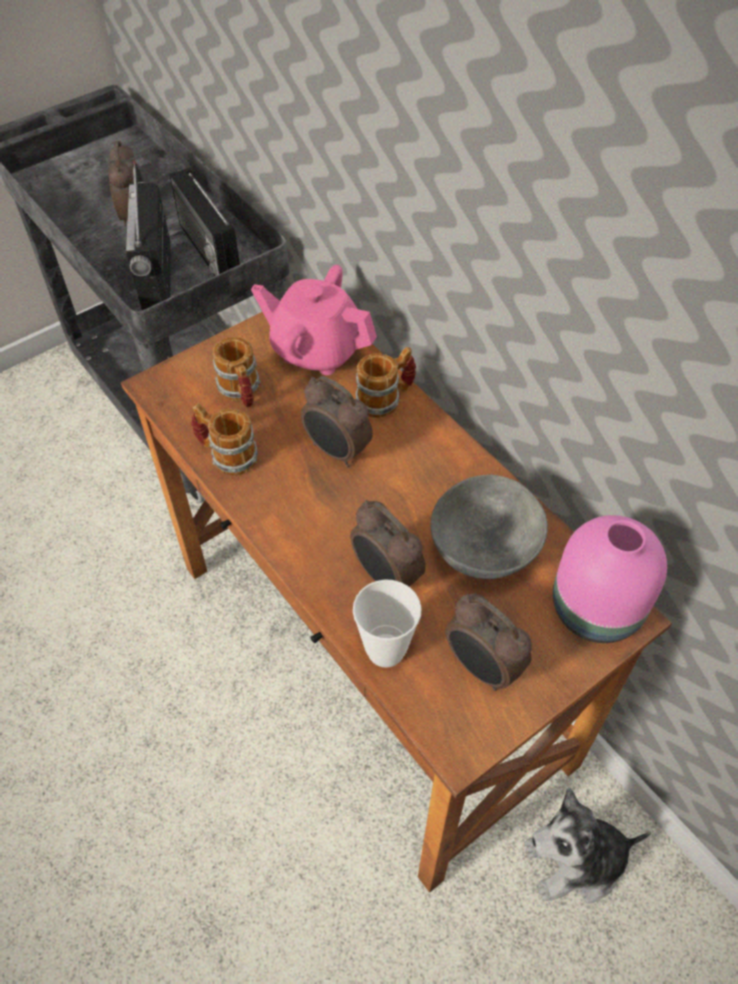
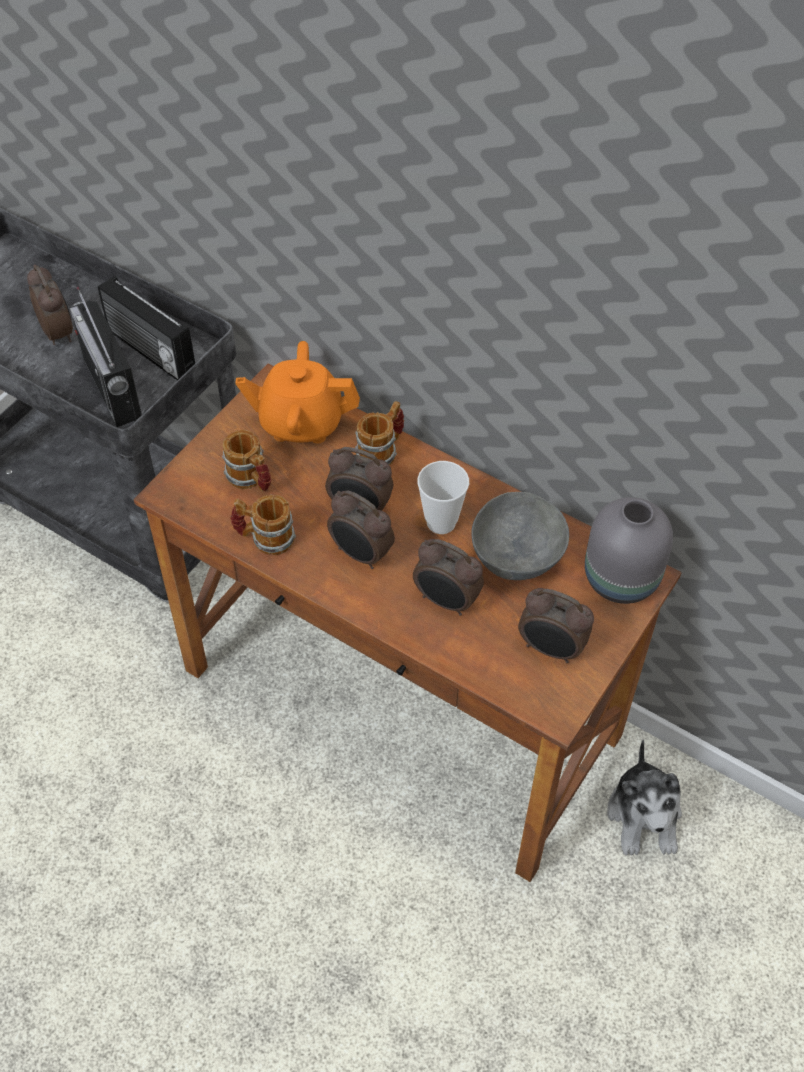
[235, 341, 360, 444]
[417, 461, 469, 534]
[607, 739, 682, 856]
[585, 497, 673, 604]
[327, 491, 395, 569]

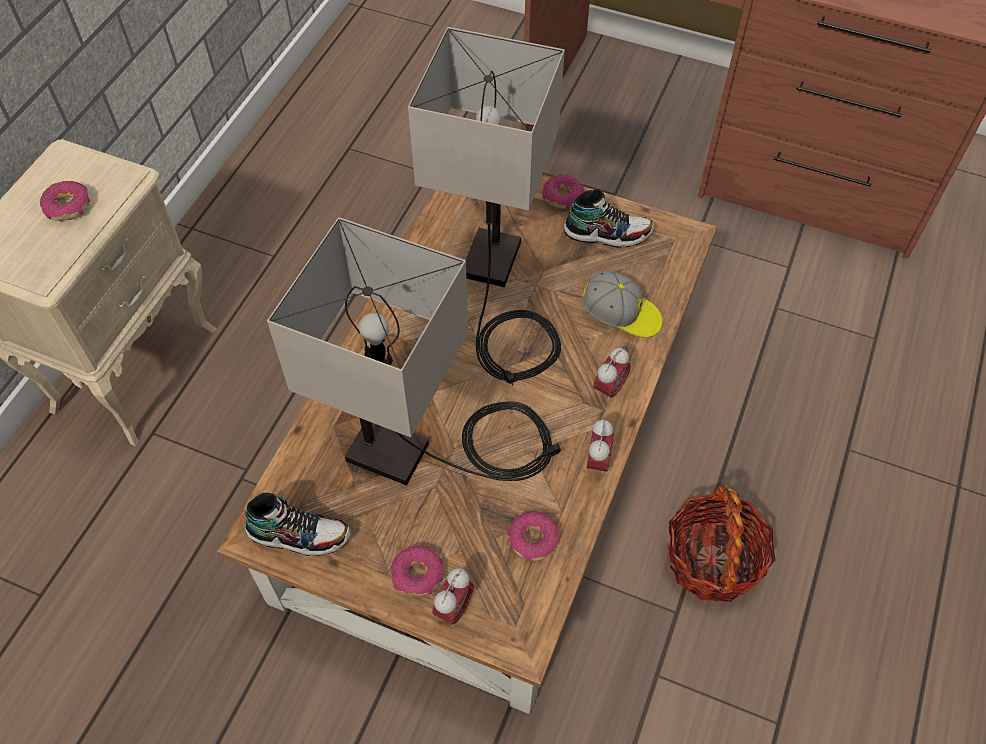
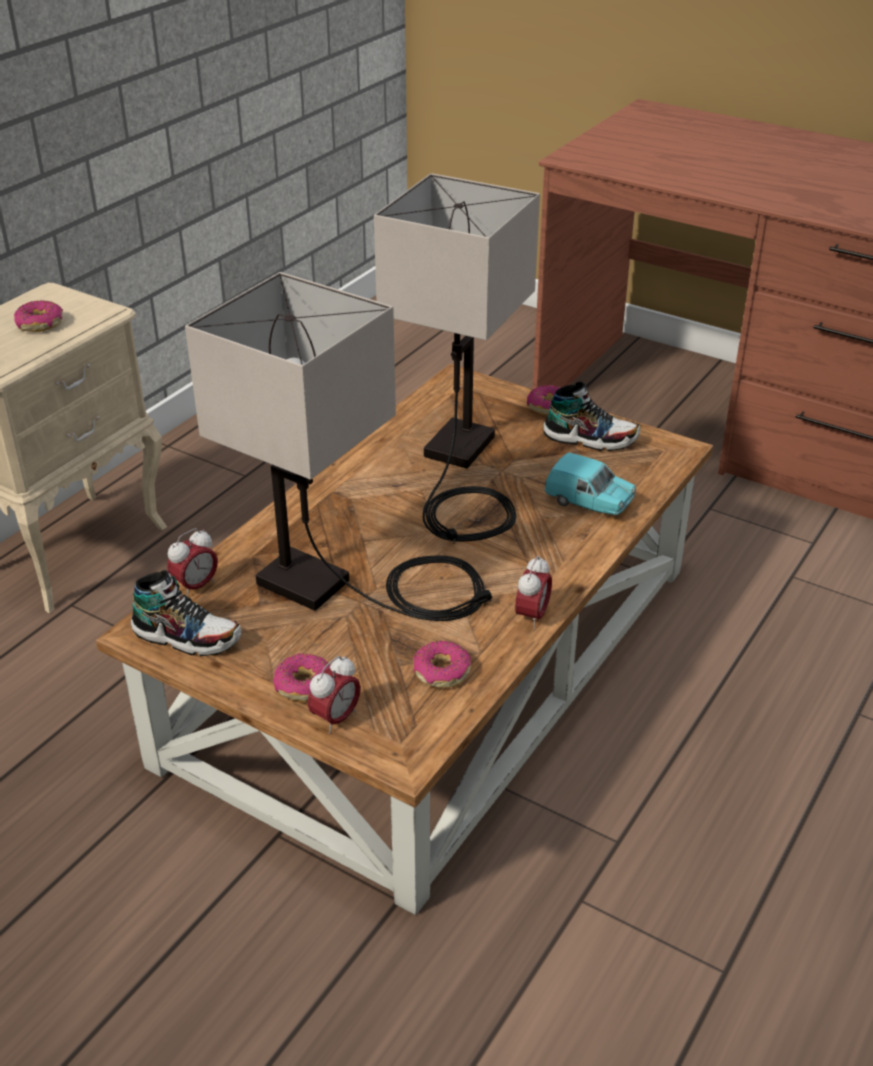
[545, 452, 636, 515]
[167, 528, 218, 597]
[667, 485, 776, 602] (first image)

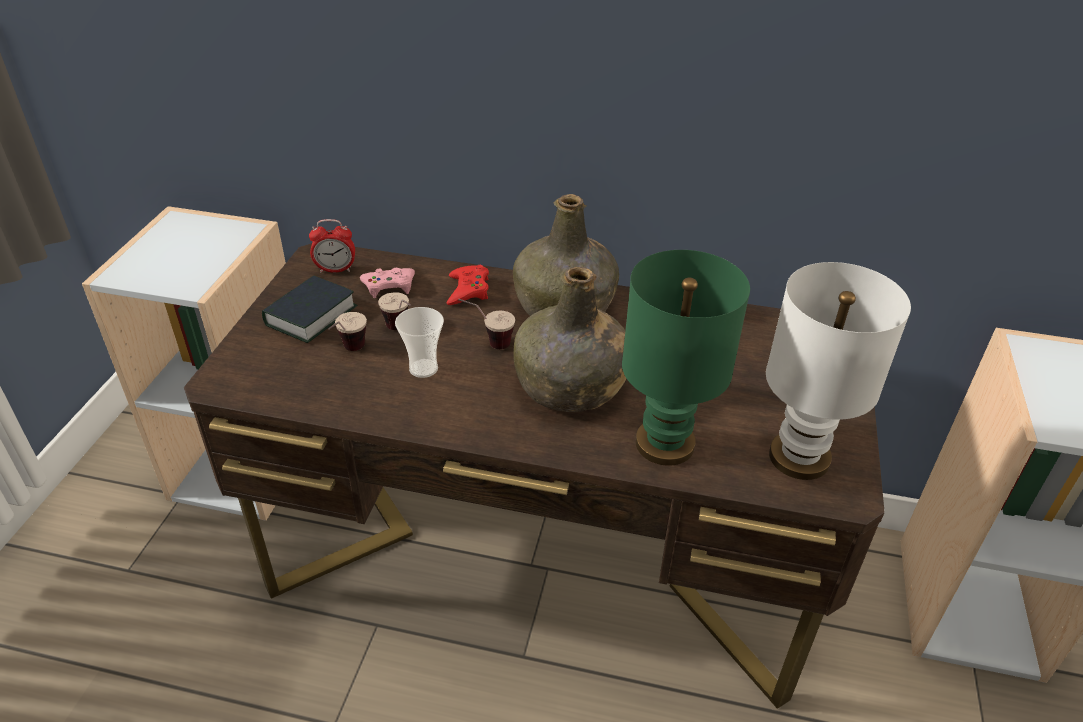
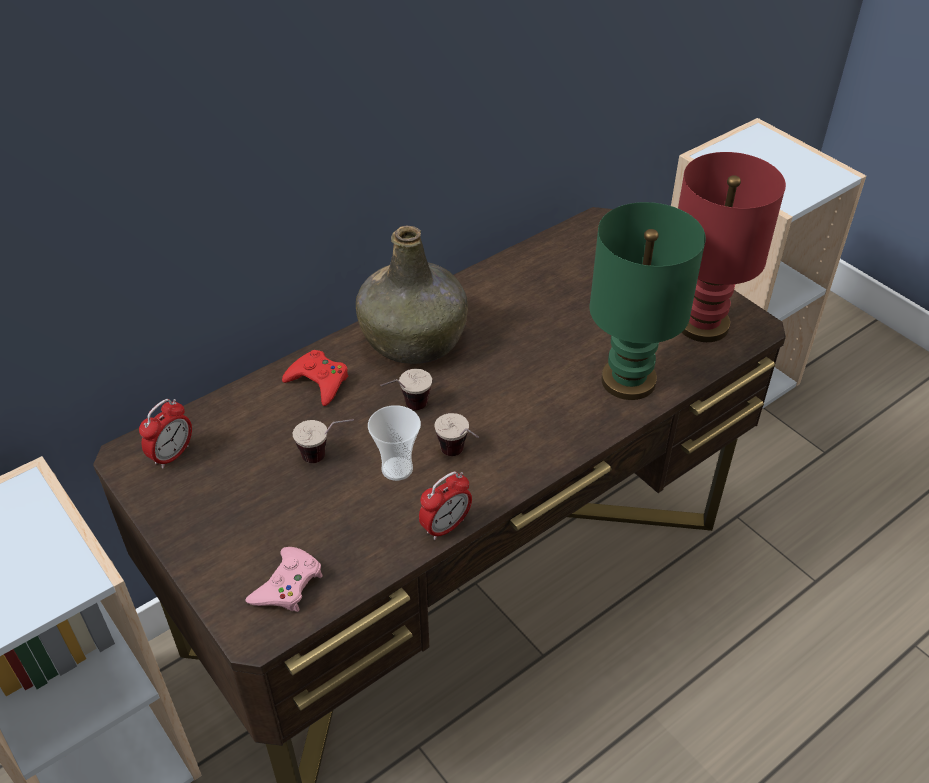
[262, 275, 358, 343] (first image)
[434, 413, 479, 456]
[245, 547, 323, 612]
[513, 267, 627, 412] (first image)
[678, 152, 786, 342]
[419, 471, 472, 540]

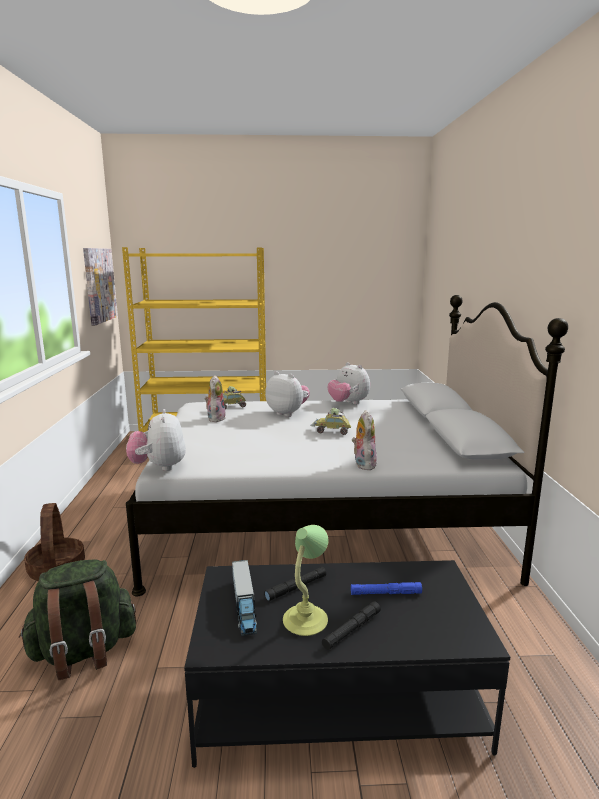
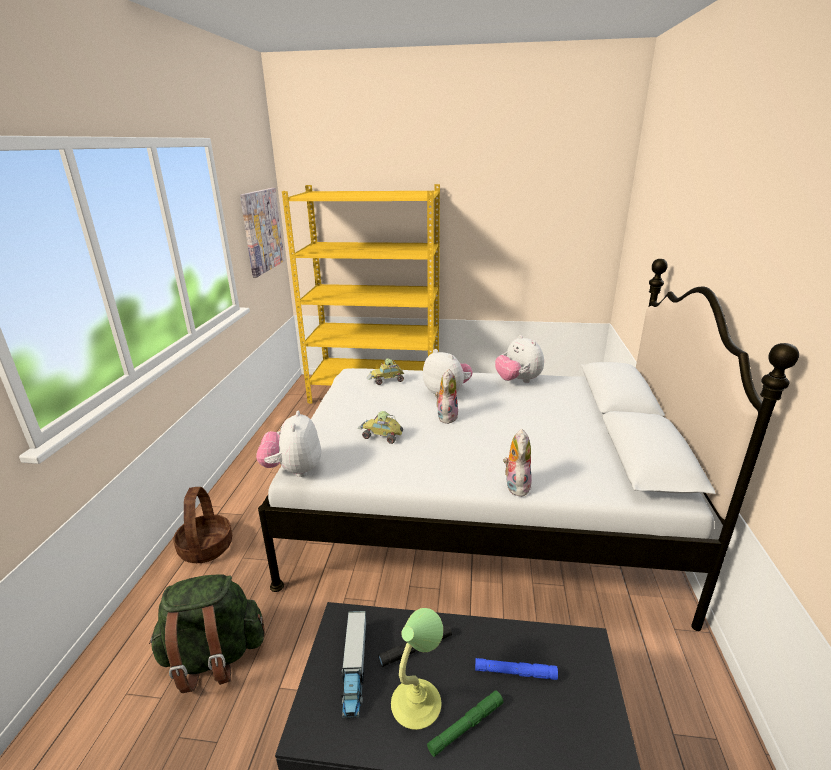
[435, 369, 458, 424]
[358, 411, 403, 444]
[427, 690, 503, 757]

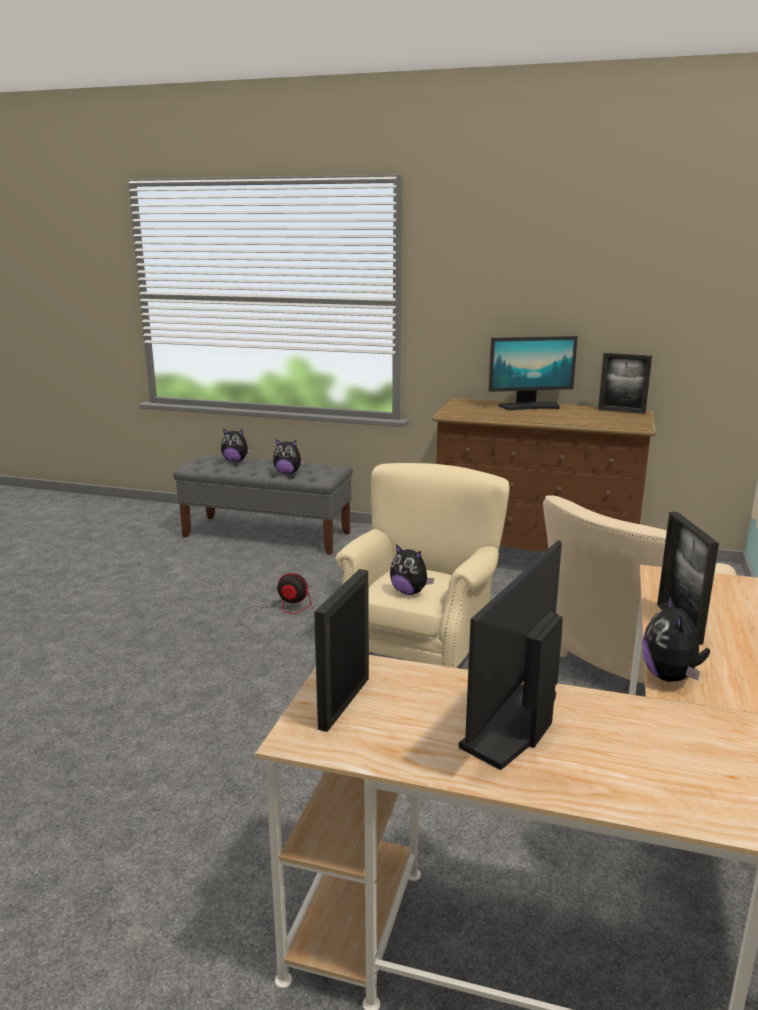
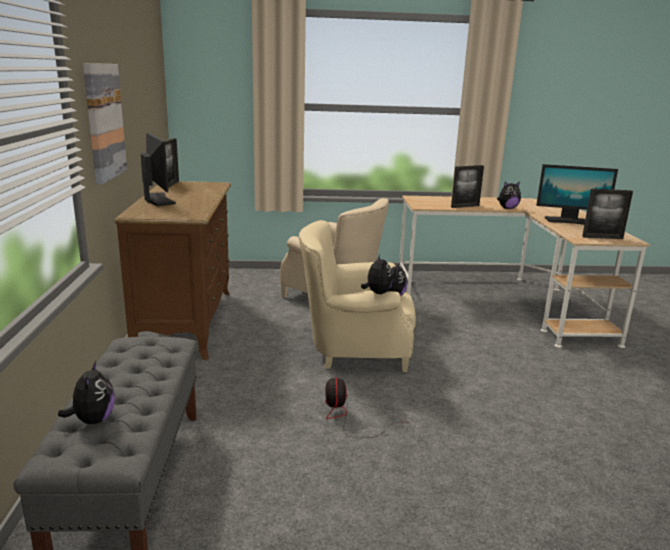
[361, 254, 393, 294]
[83, 63, 127, 184]

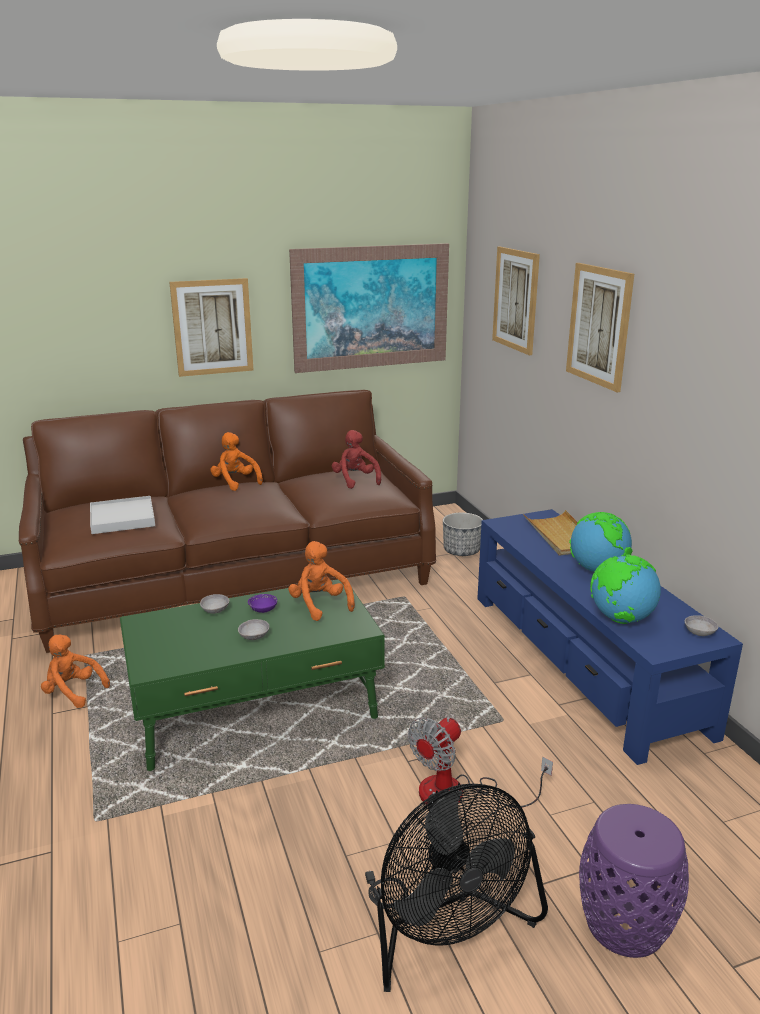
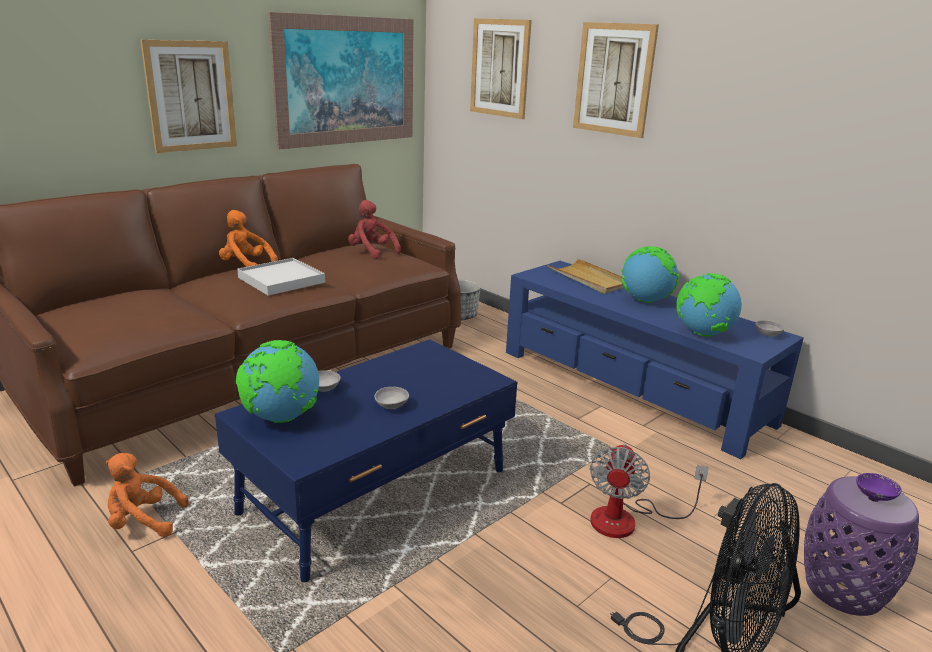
[237, 258, 325, 296]
[215, 339, 518, 582]
[856, 473, 902, 501]
[288, 541, 355, 621] (first image)
[236, 340, 319, 423]

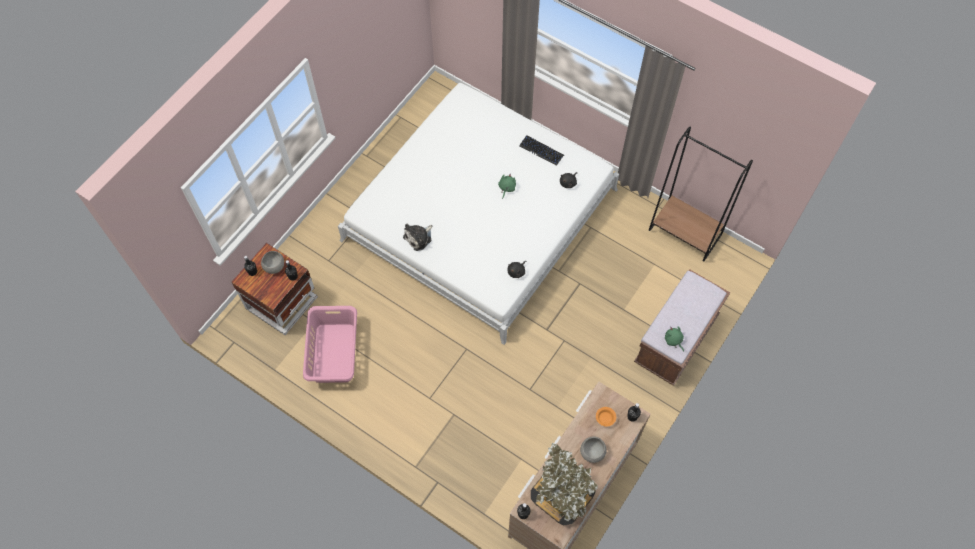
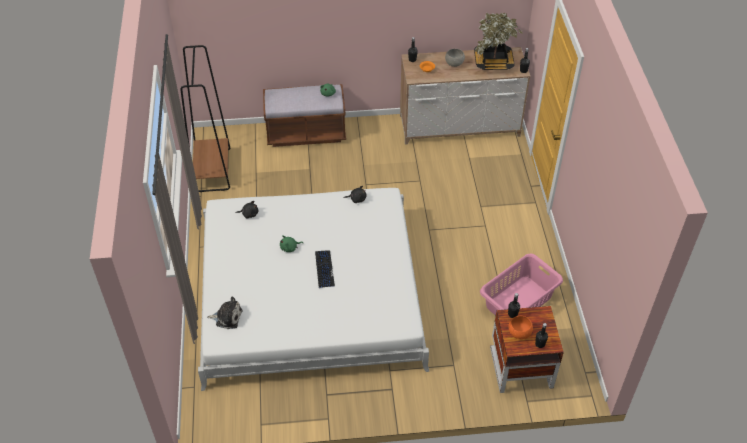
[508, 316, 533, 339]
[207, 296, 242, 329]
[315, 250, 335, 288]

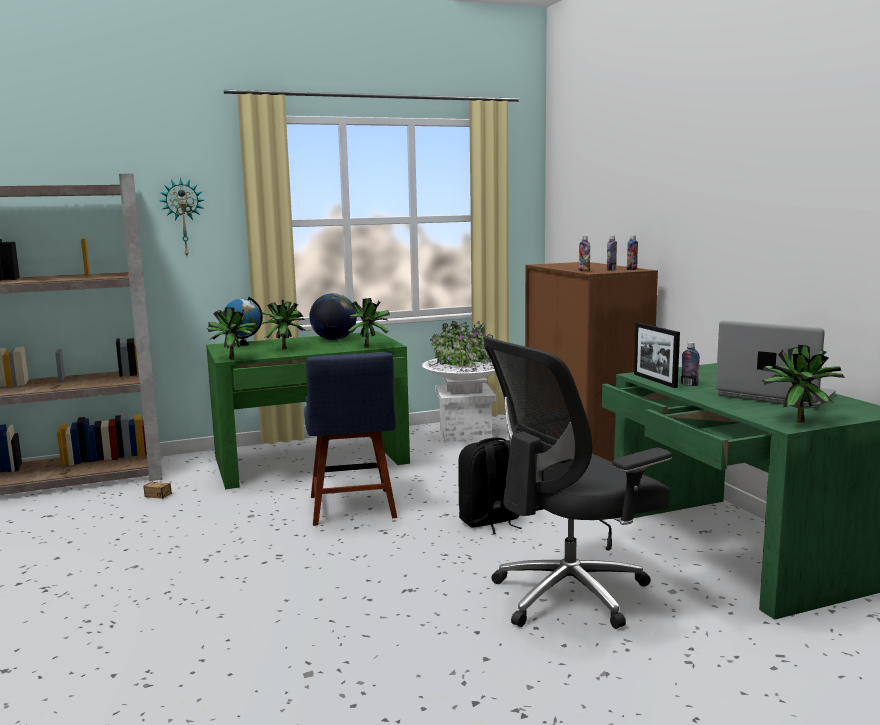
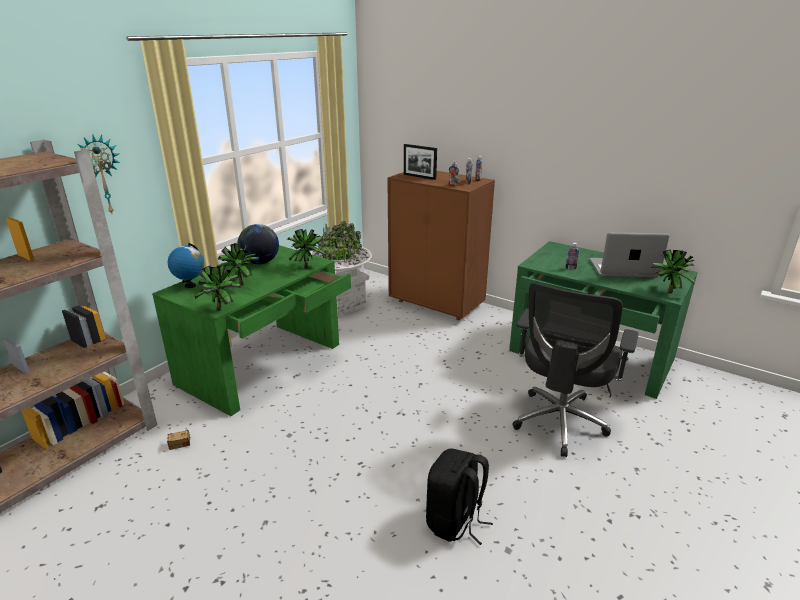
[304, 352, 397, 526] (first image)
[426, 448, 493, 545]
[404, 144, 437, 180]

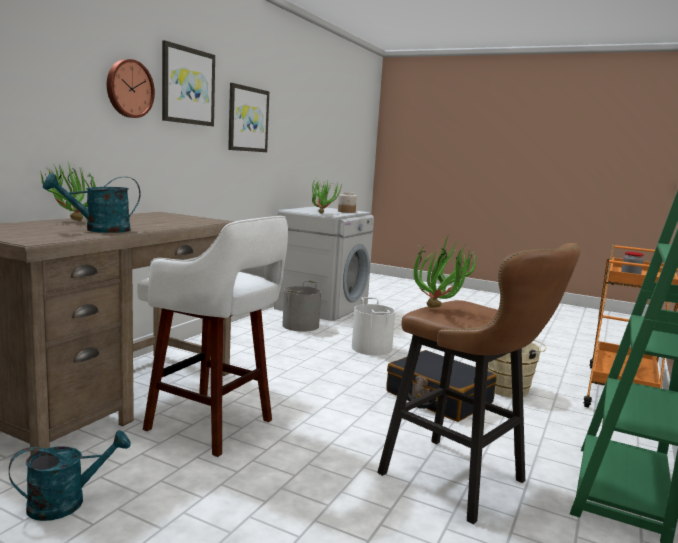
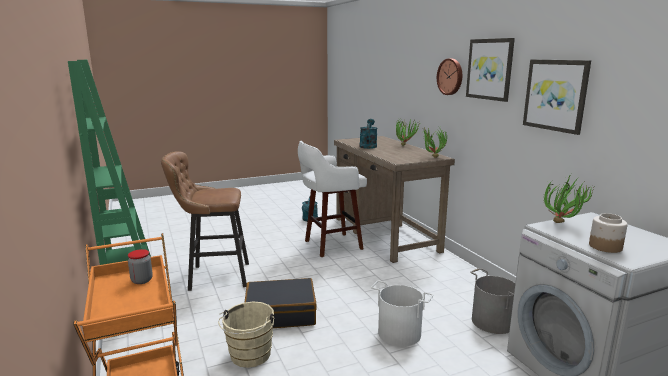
[420, 127, 447, 158]

